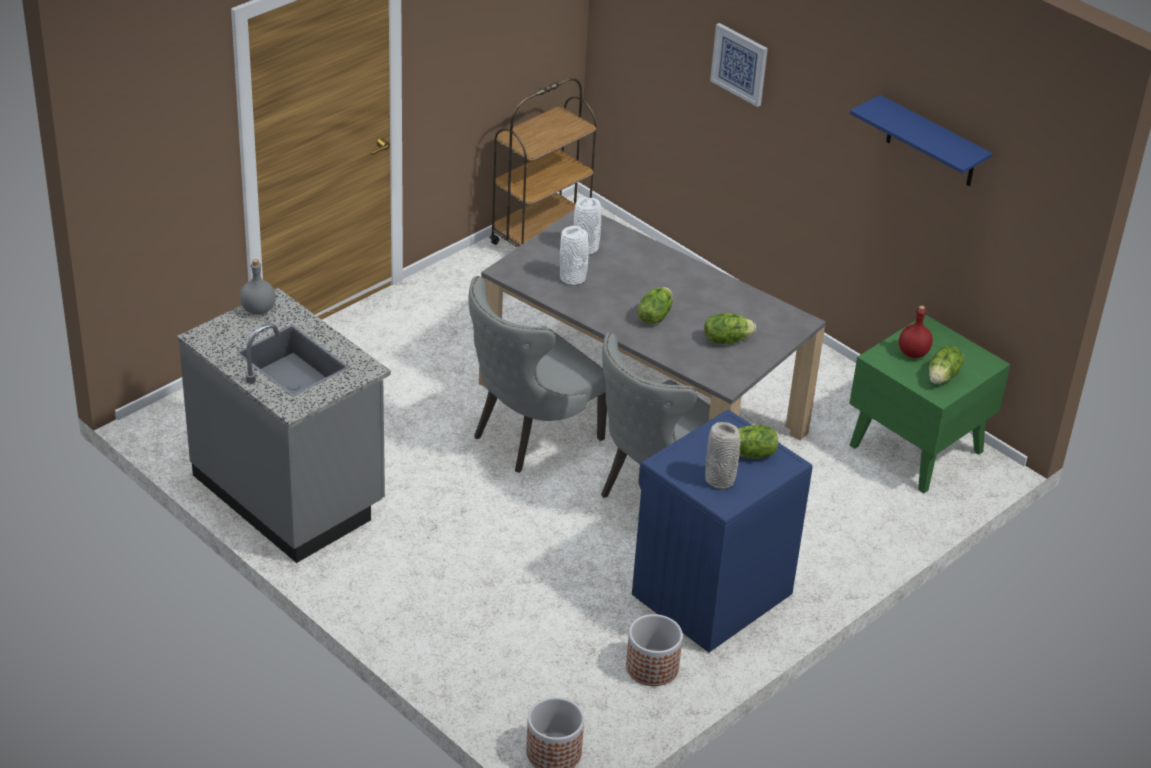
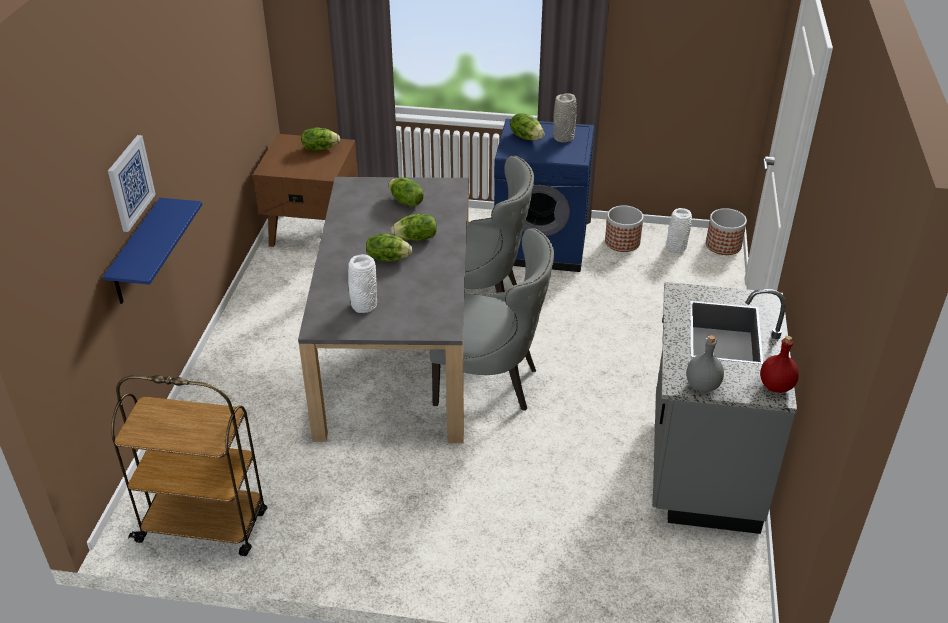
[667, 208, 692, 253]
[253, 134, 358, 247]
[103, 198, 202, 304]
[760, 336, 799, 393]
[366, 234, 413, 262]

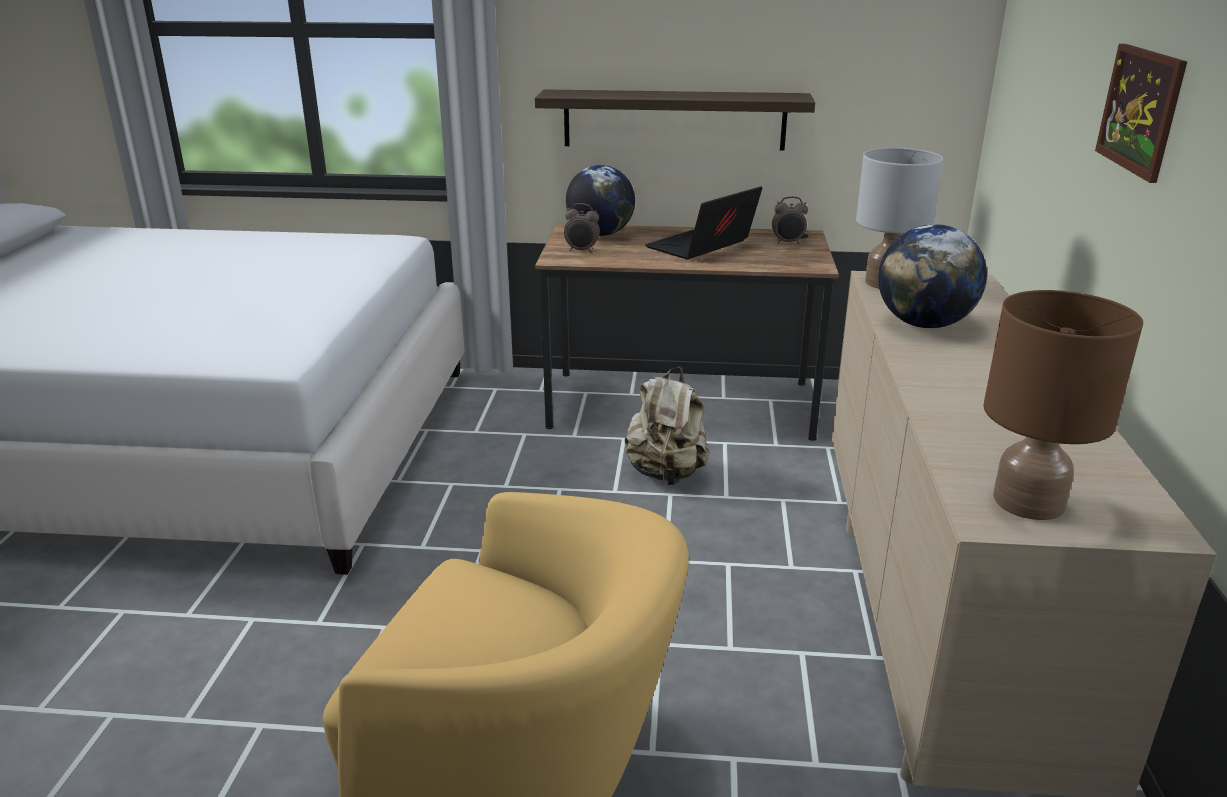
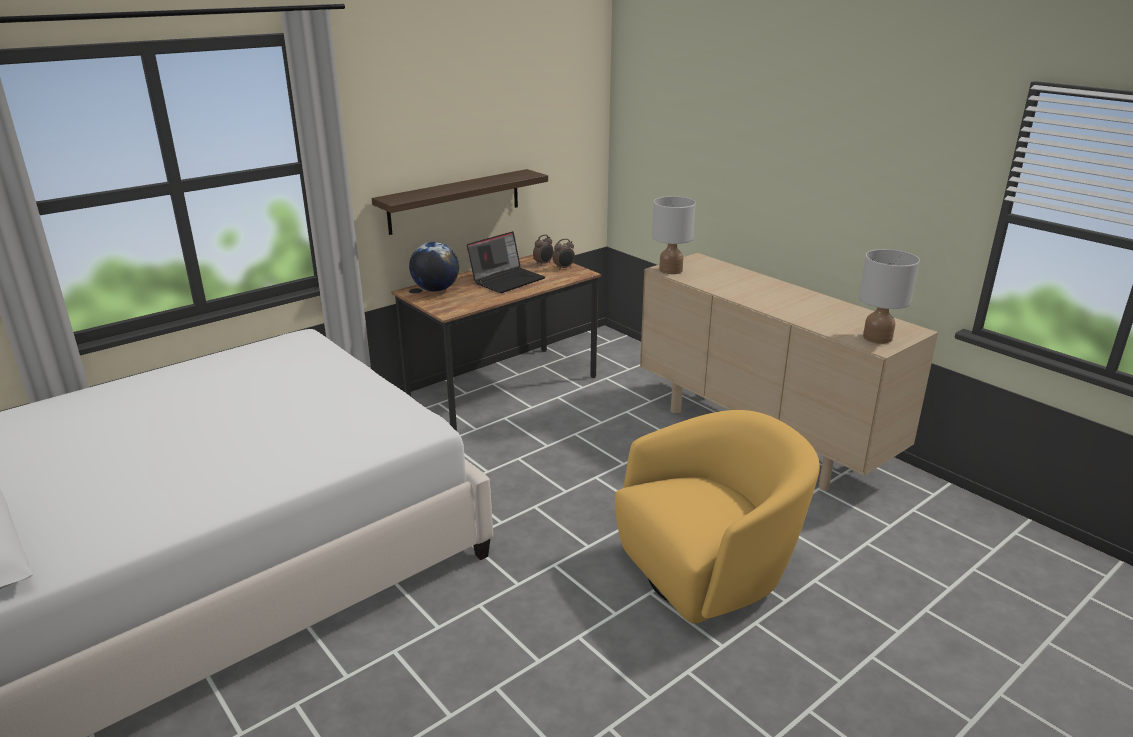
[552, 239, 575, 270]
[625, 367, 709, 485] (first image)
[467, 231, 545, 293]
[878, 224, 987, 328] (first image)
[859, 249, 920, 344]
[1095, 43, 1187, 183] (first image)

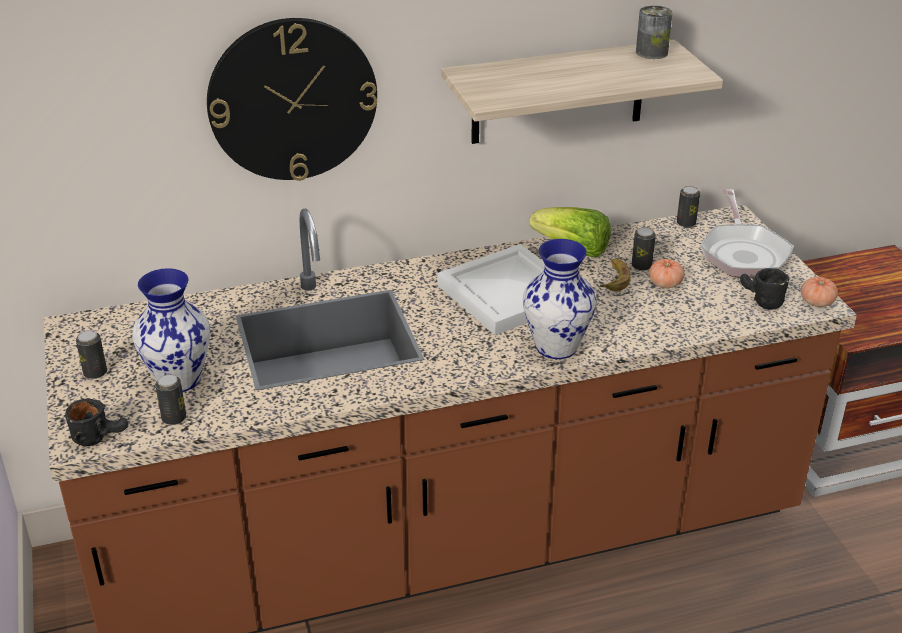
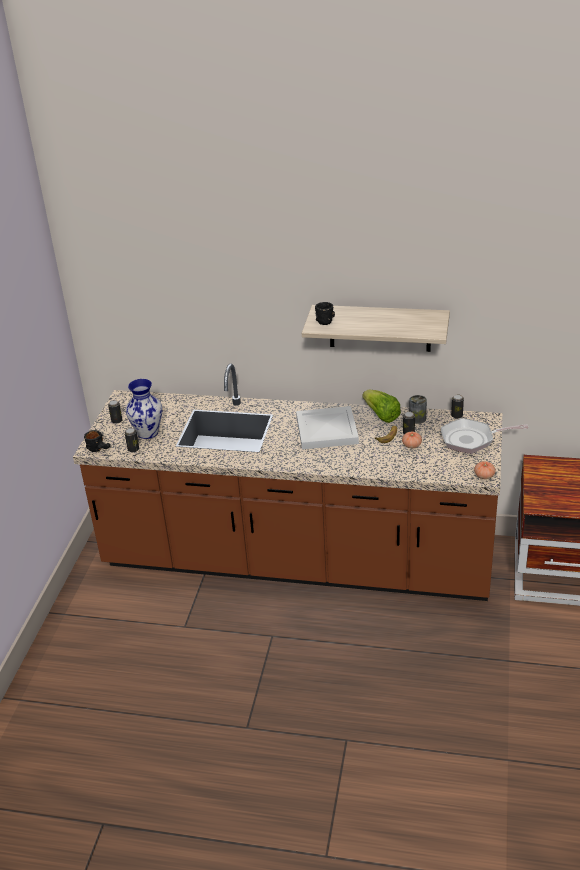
[207, 18, 377, 181] (first image)
[523, 239, 596, 359] (first image)
[409, 395, 427, 424]
[441, 418, 528, 454]
[315, 302, 335, 325]

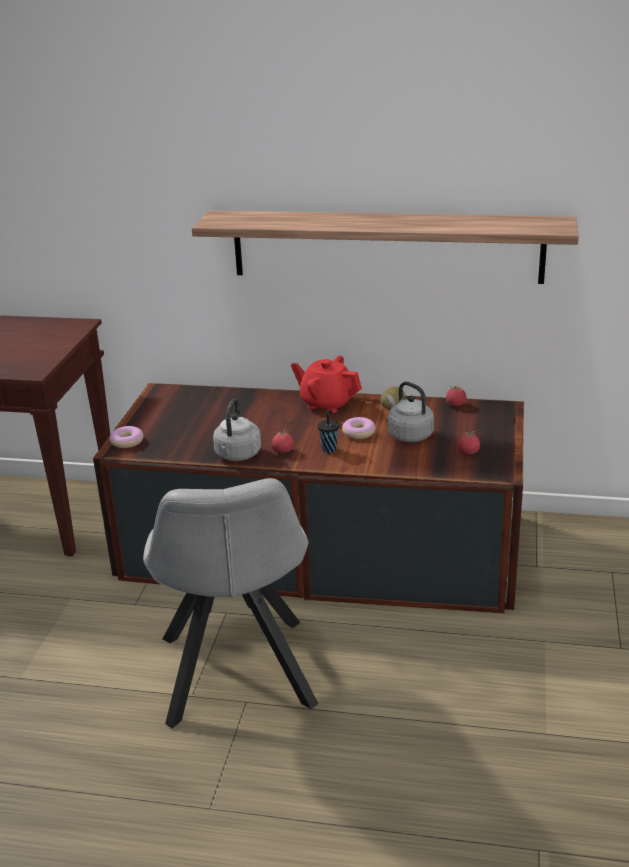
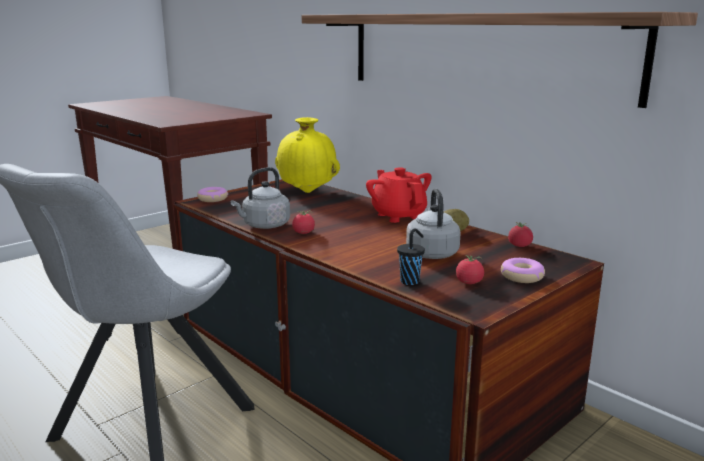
[397, 228, 425, 285]
[501, 258, 545, 283]
[275, 117, 340, 193]

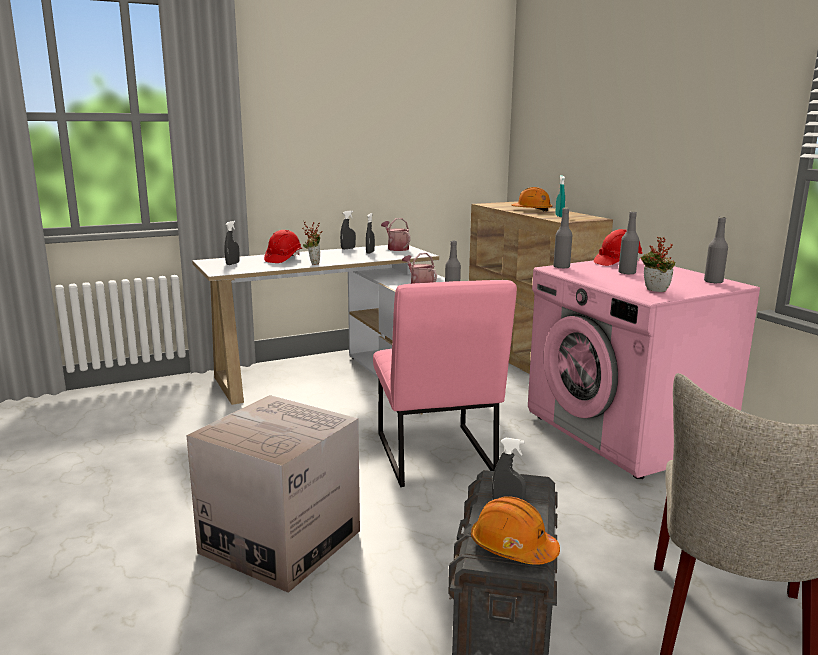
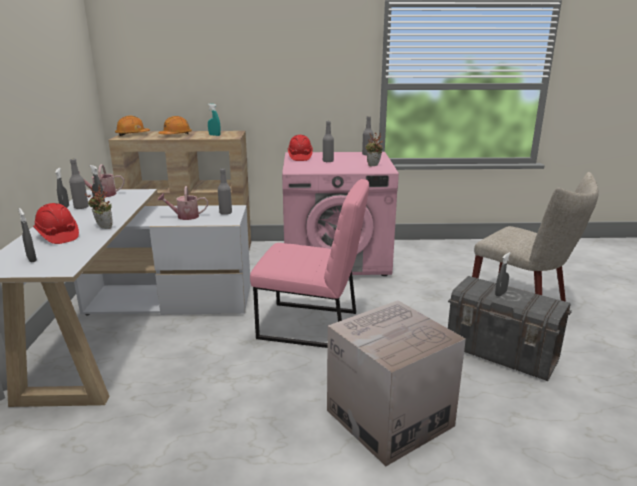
[115, 116, 150, 136]
[69, 158, 89, 209]

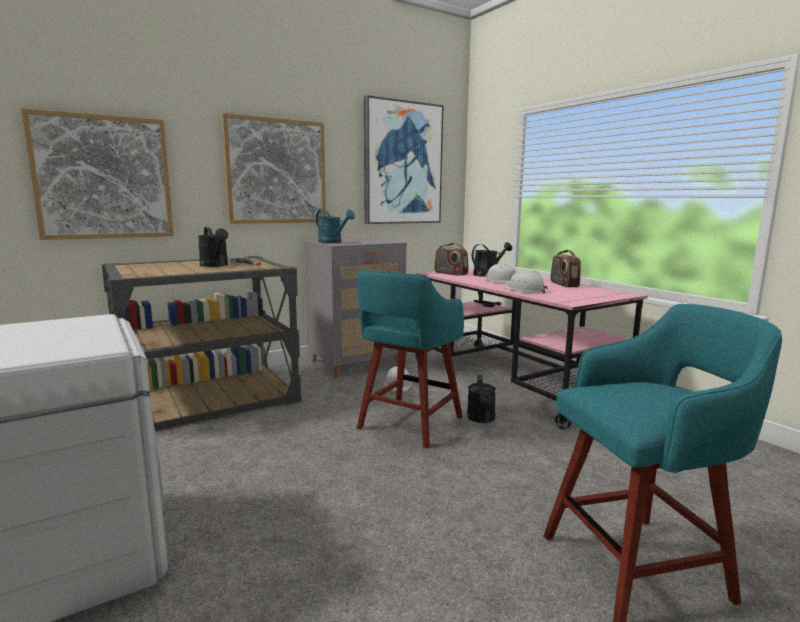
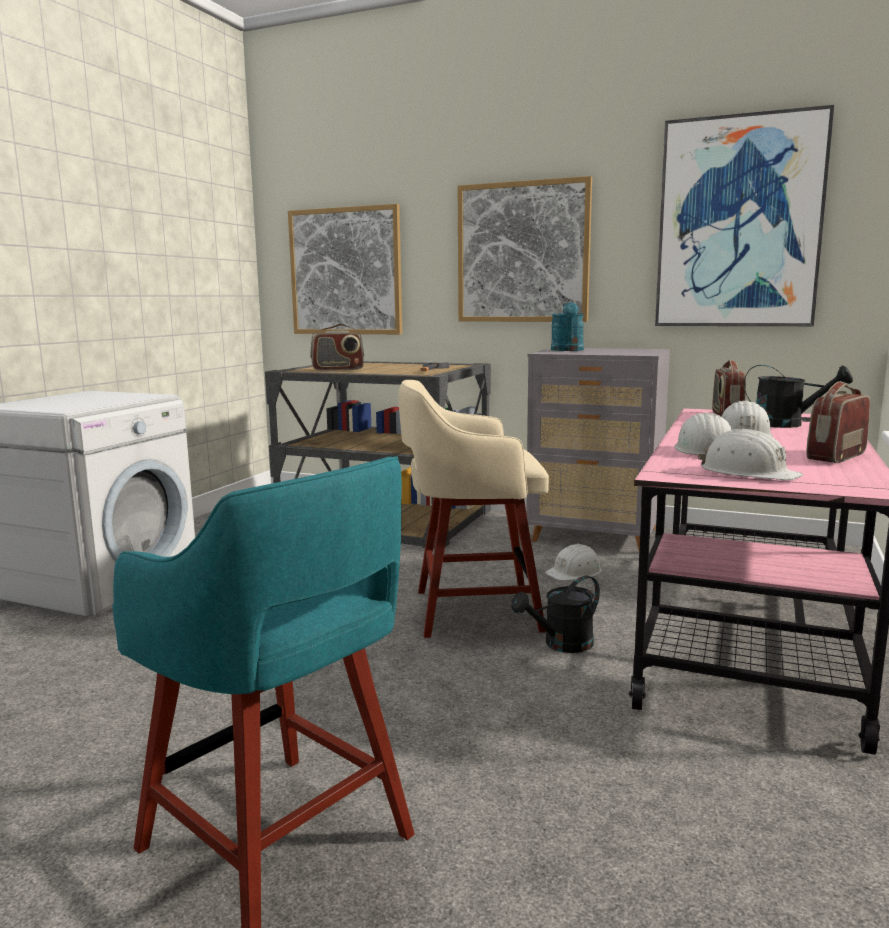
[198, 227, 228, 267] (first image)
[399, 380, 549, 638]
[310, 324, 364, 371]
[698, 429, 804, 480]

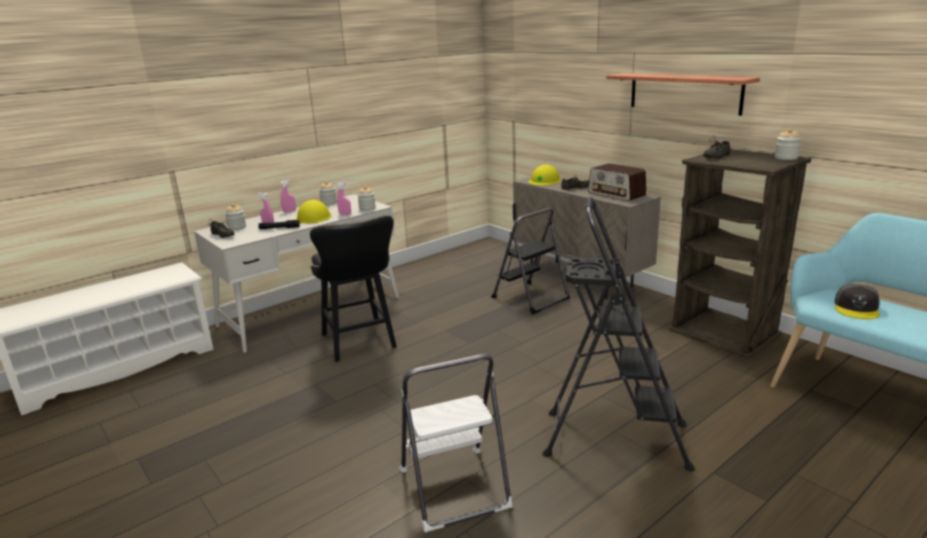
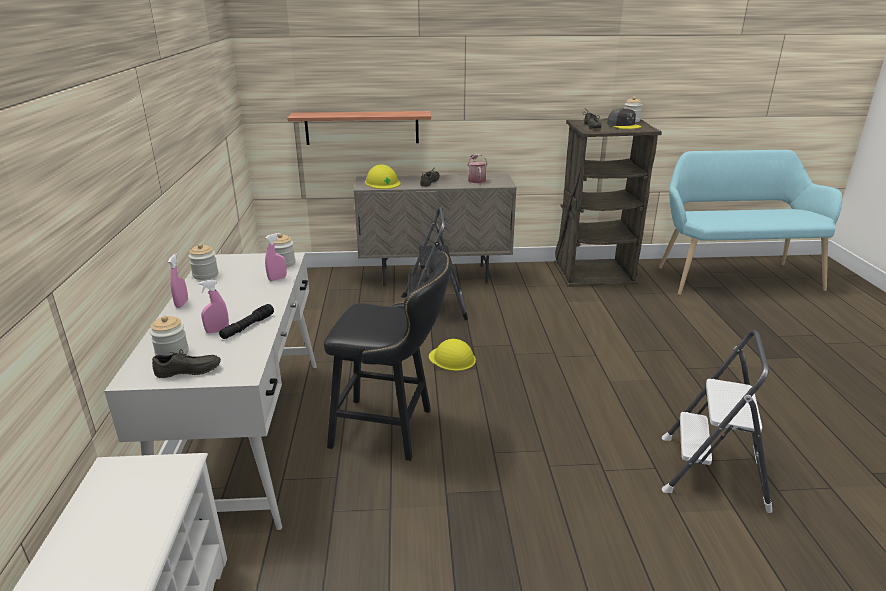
[429, 339, 476, 371]
[542, 197, 695, 472] (first image)
[468, 154, 488, 183]
[287, 111, 431, 145]
[607, 108, 642, 129]

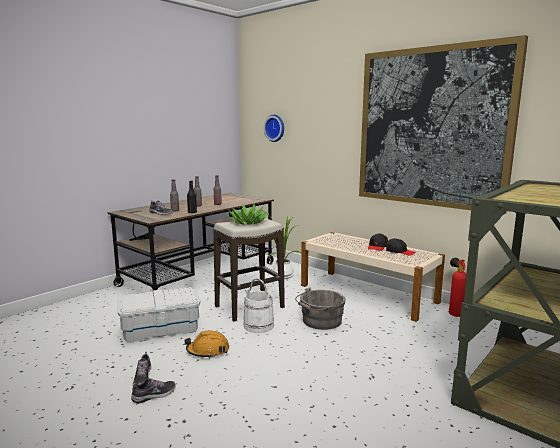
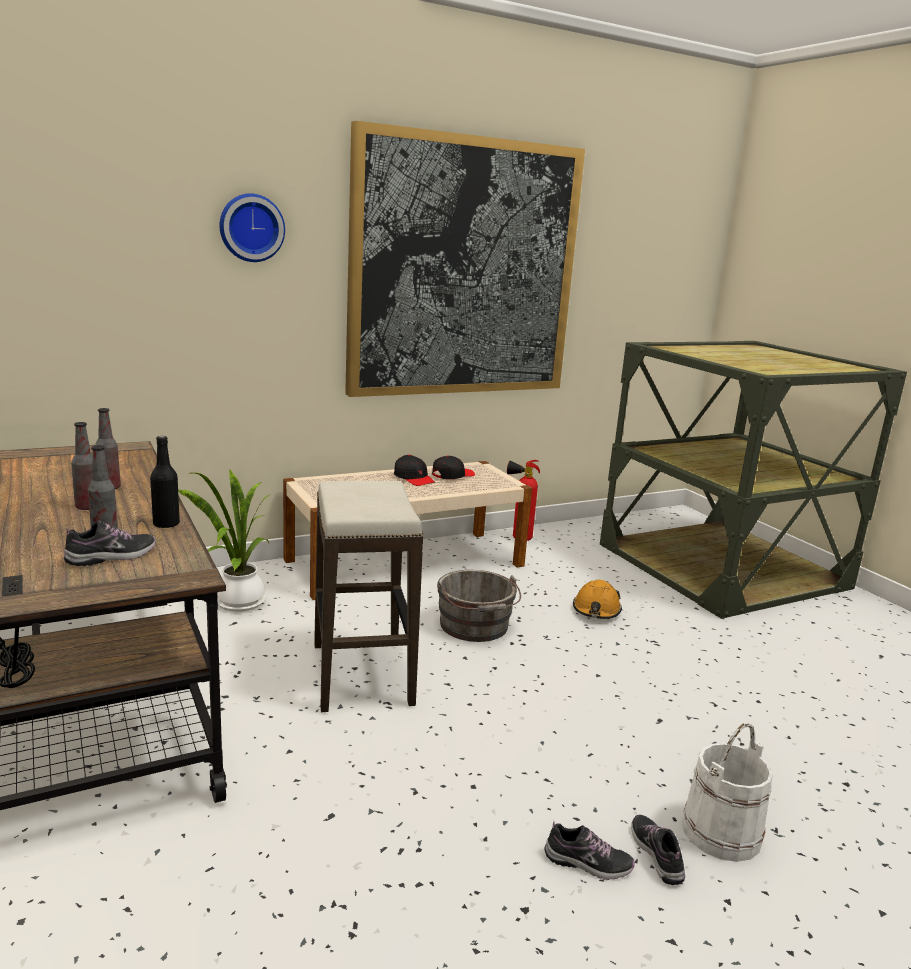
[117, 287, 200, 342] (first image)
[573, 580, 622, 619]
[226, 203, 269, 225] (first image)
[682, 723, 773, 862]
[220, 193, 285, 262]

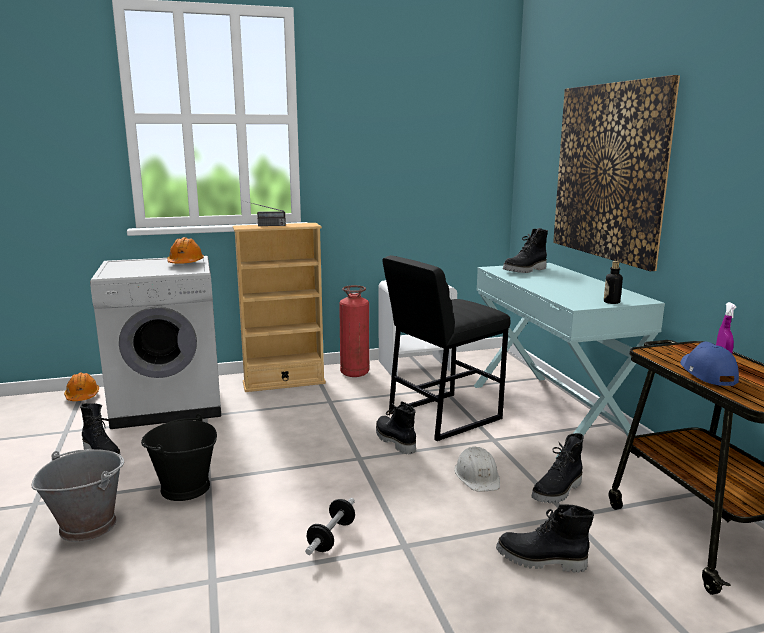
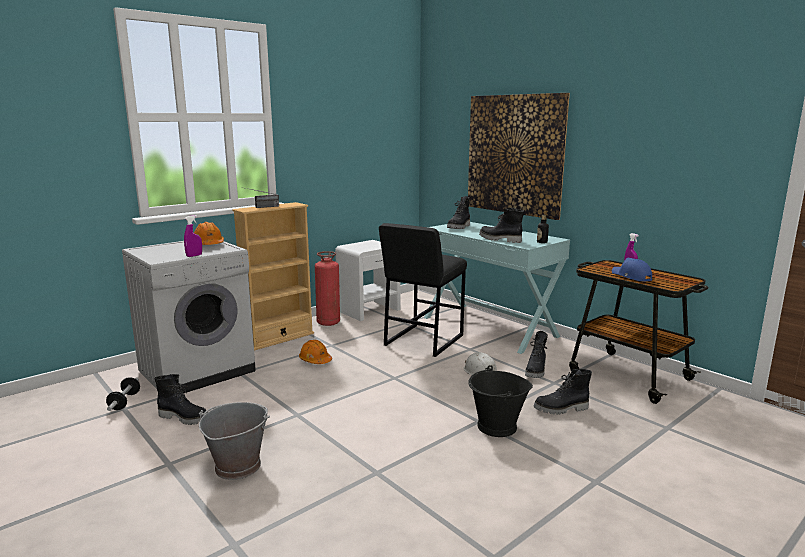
[299, 340, 332, 364]
[468, 365, 533, 437]
[106, 377, 140, 411]
[479, 208, 524, 243]
[184, 215, 202, 257]

